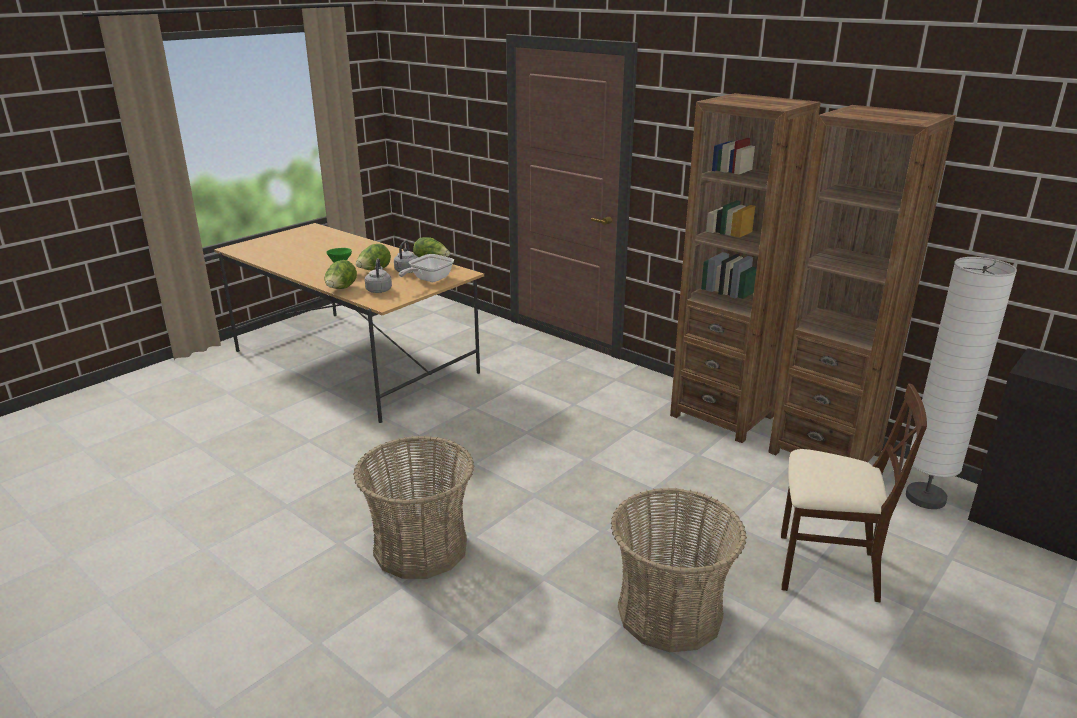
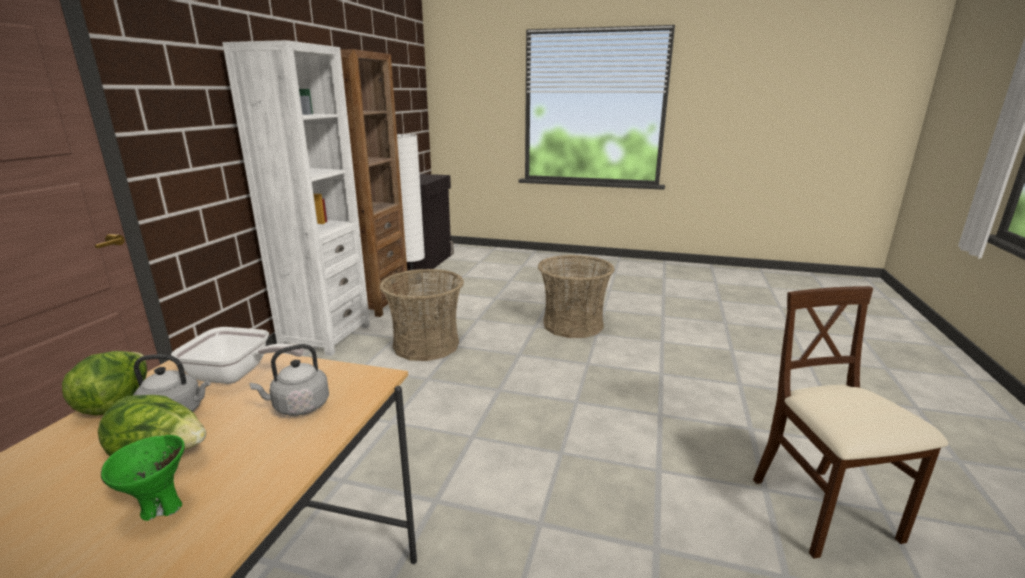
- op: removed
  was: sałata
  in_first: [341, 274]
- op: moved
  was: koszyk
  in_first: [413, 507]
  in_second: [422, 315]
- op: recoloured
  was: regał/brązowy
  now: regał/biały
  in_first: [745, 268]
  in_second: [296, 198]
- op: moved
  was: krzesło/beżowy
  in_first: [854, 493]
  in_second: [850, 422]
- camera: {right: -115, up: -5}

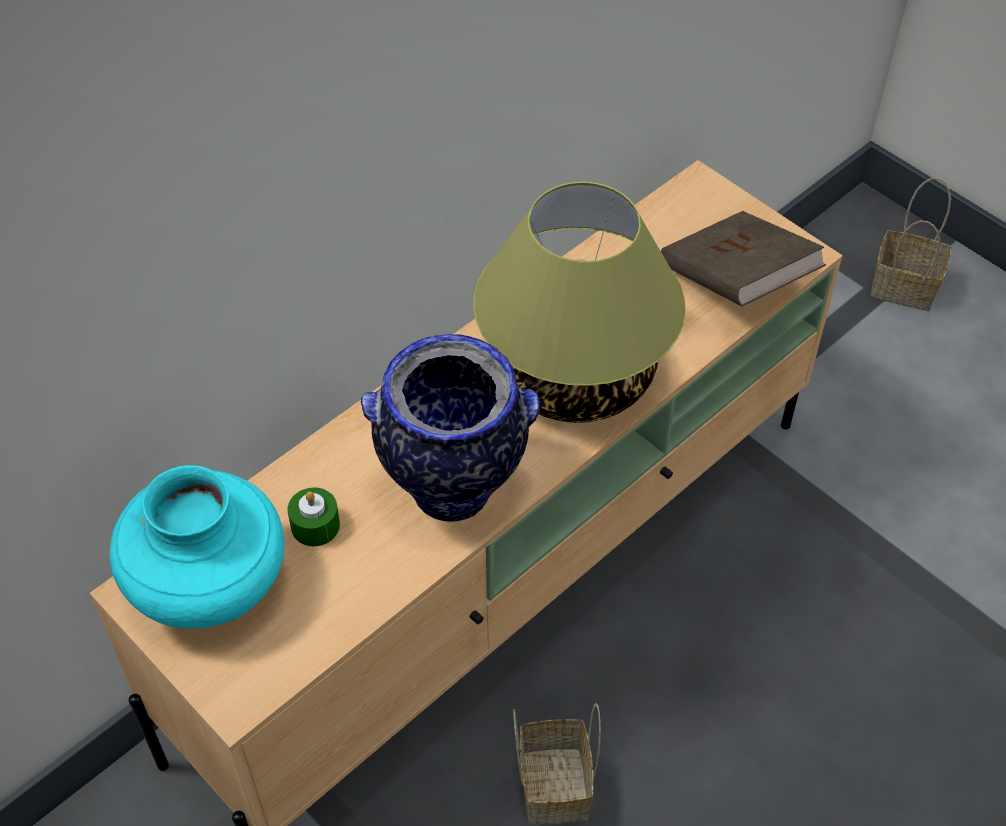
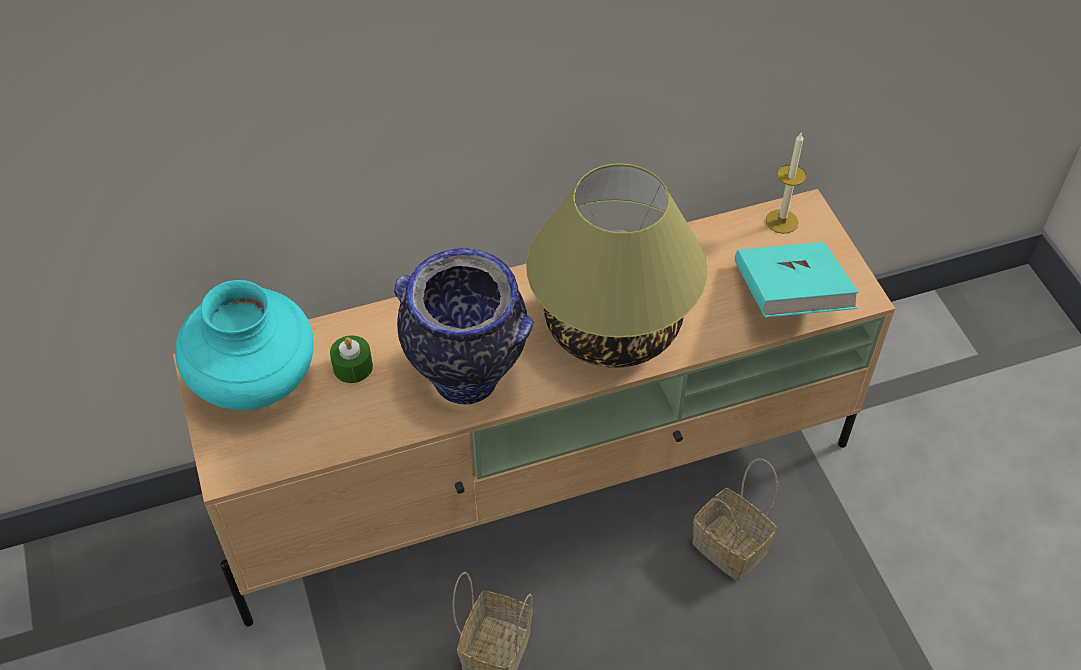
- op: recoloured
  was: książka/brązowy
  now: książka/turkusowy
  in_first: [743, 258]
  in_second: [797, 280]
- op: moved
  was: koszyk
  in_first: [911, 244]
  in_second: [735, 520]
- op: added
  now: świeca
  in_second: [786, 183]
- camera: {right: 25, up: 0}

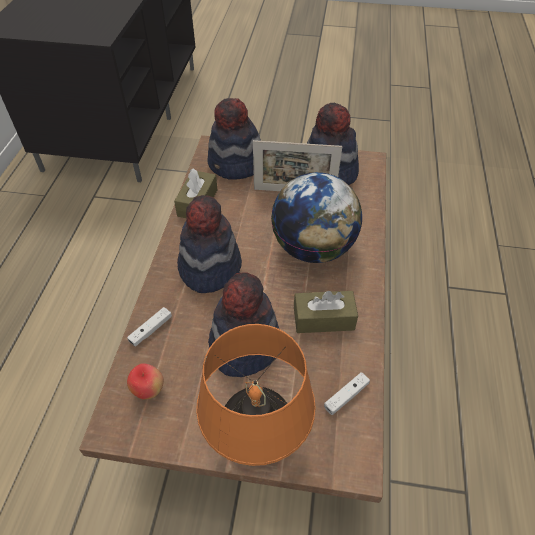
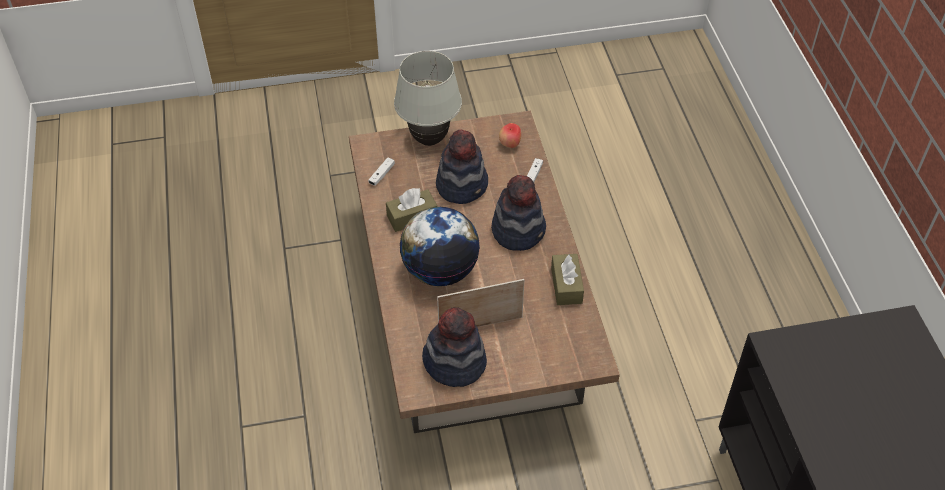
- op: recoloured
  was: lampa stołowa/pomarańczowy
  now: lampa stołowa/biały
  in_first: [256, 395]
  in_second: [428, 98]
- op: removed
  was: kapelusz
  in_first: [234, 139]
- camera: {right: 160, up: 0}

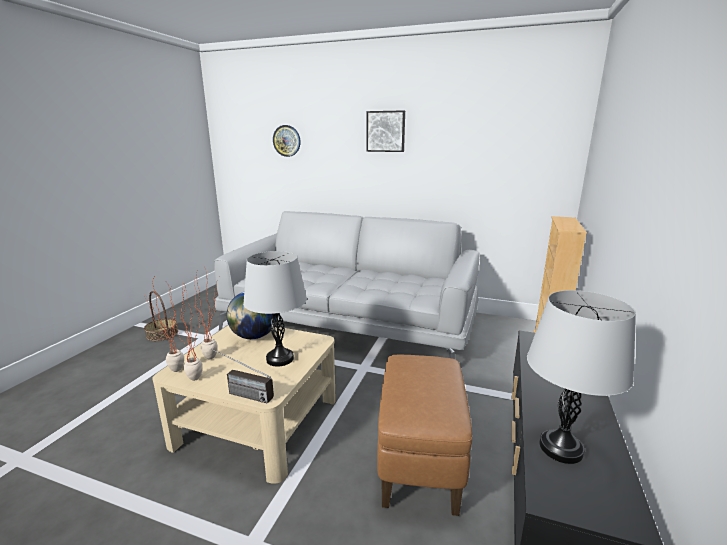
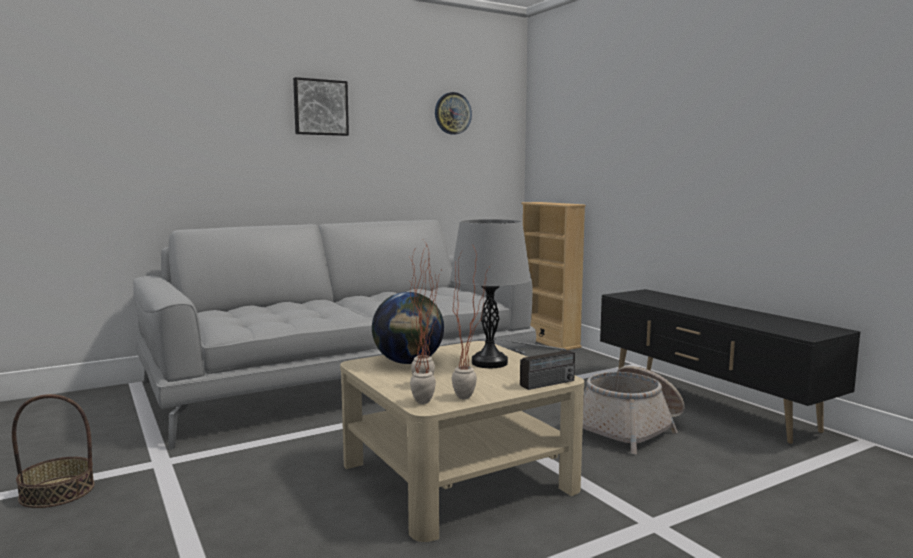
- op: moved
  was: zegar ścienny
  in_first: [286, 141]
  in_second: [453, 113]
- op: replaced
  was: pufa/brązowy
  now: koszyk
  in_first: [424, 435]
  in_second: [633, 410]
- op: removed
  was: lampa stołowa/szary
  in_first: [581, 377]
- camera: {right: -50, up: -10}

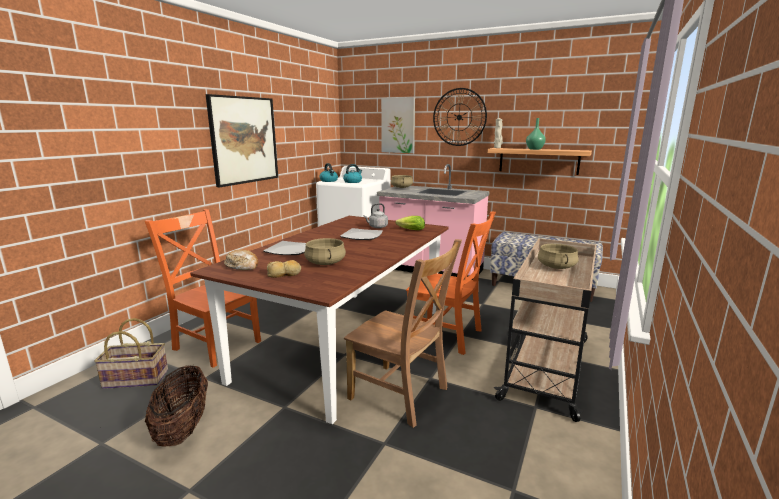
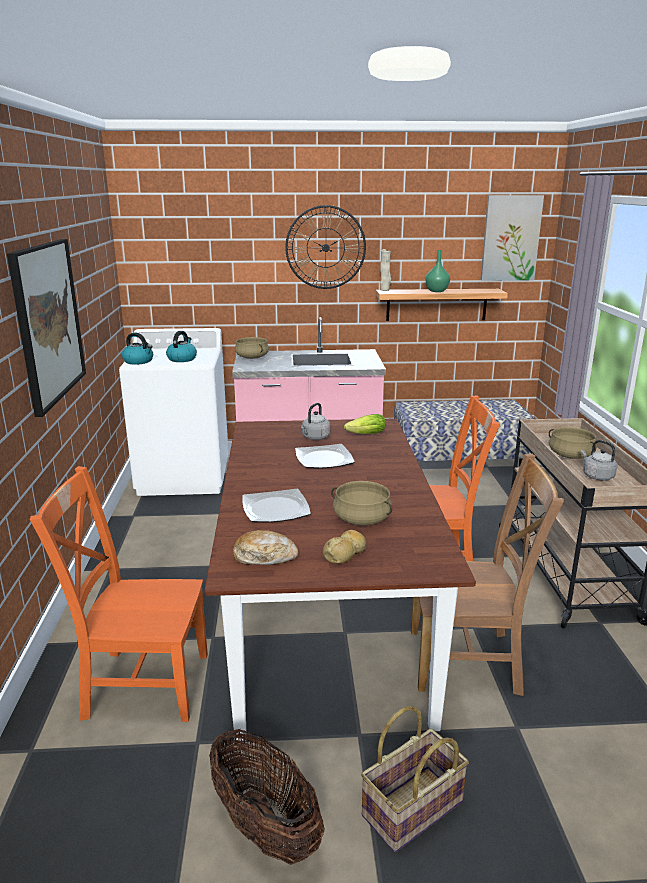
- op: moved
  was: koszyk
  in_first: [131, 353]
  in_second: [415, 779]
- op: moved
  was: obraz
  in_first: [398, 125]
  in_second: [512, 238]
- op: added
  now: czajnik/szary
  in_second: [599, 460]
- camera: {right: -30, up: 5}

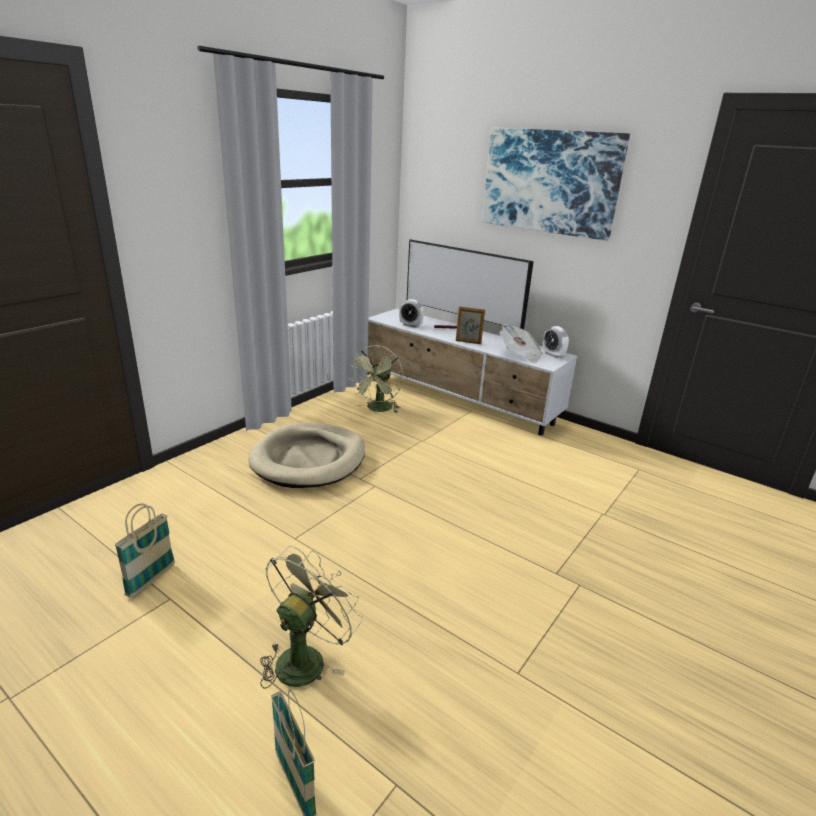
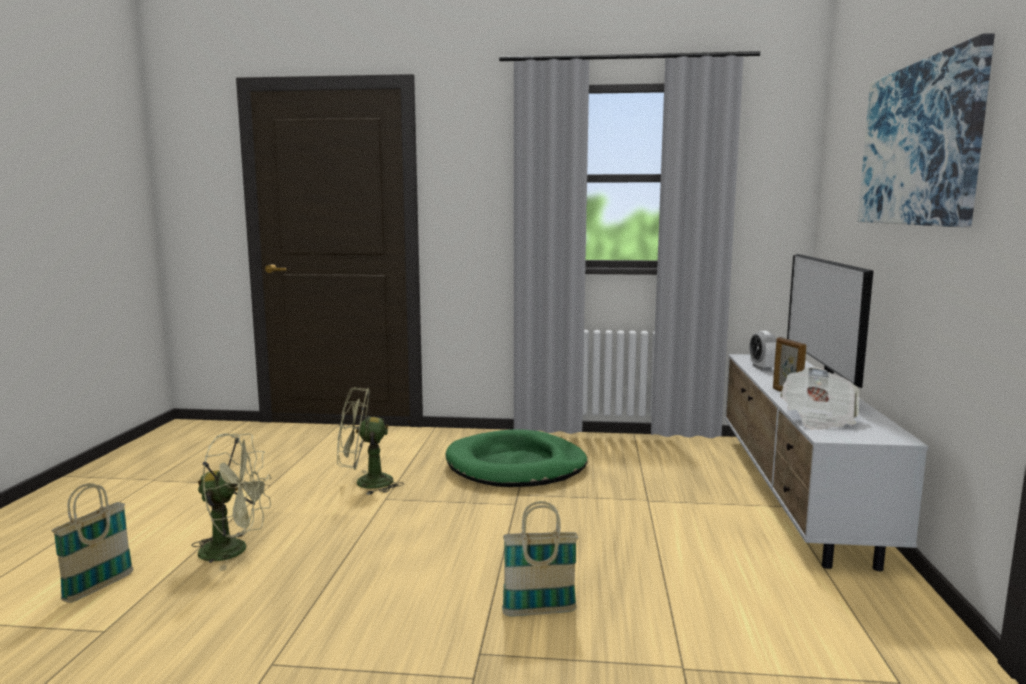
- op: moved
  was: koszyk
  in_first: [145, 550]
  in_second: [540, 558]
- op: recoloured
  was: legowisko/beżowy
  now: legowisko/zielony
  in_first: [306, 455]
  in_second: [516, 458]
- op: moved
  was: wentylator/zielony
  in_first: [376, 379]
  in_second: [370, 441]
- op: removed
  was: budzik
  in_first: [555, 342]
- camera: {right: 60, up: -15}

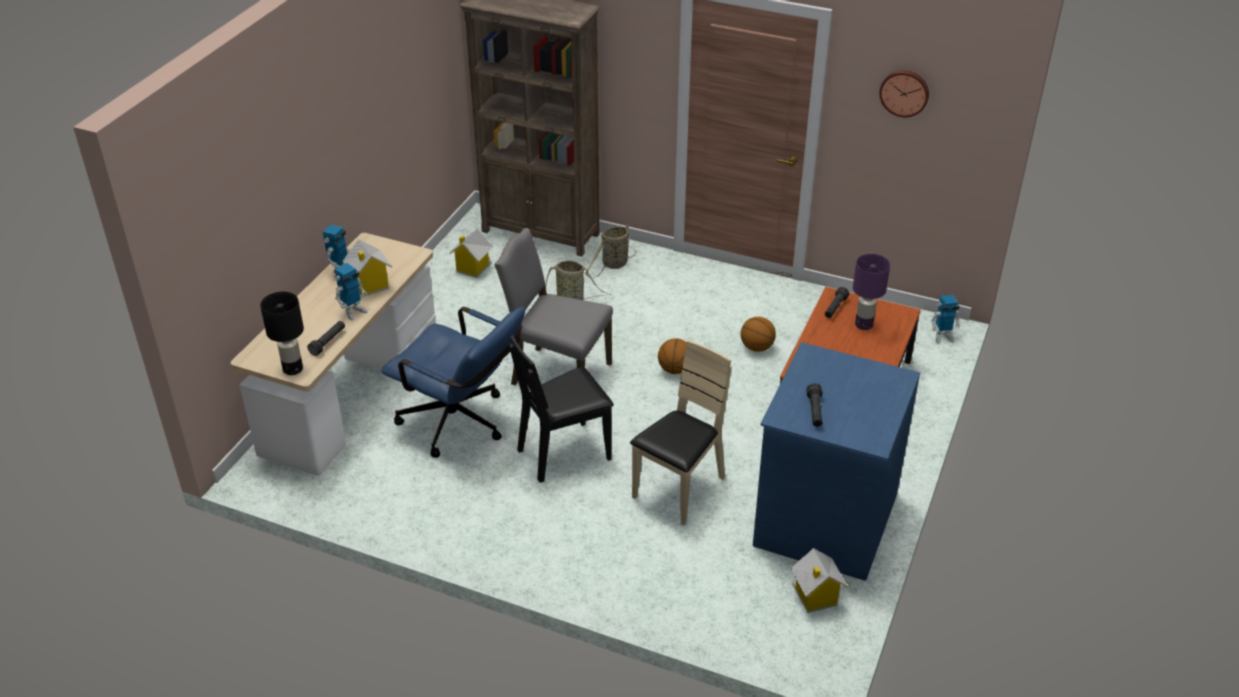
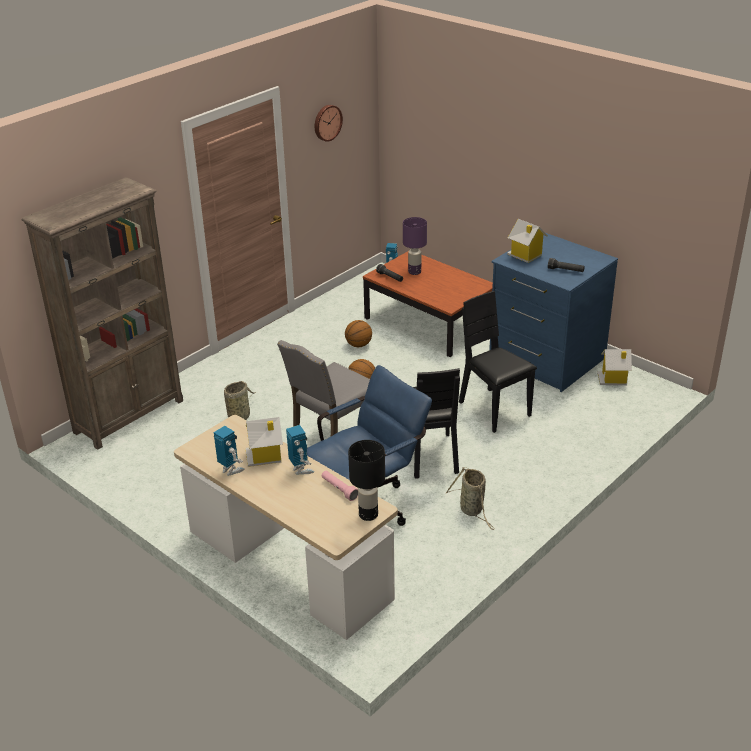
- op: recoloured
  was: latarka/czarny
  now: latarka/różowy
  in_first: [326, 338]
  in_second: [340, 486]
- op: moved
  was: domek
  in_first: [471, 253]
  in_second: [527, 241]
- op: moved
  was: koszyk
  in_first: [610, 251]
  in_second: [470, 498]
- op: recoloured
  was: krzesło/beżowy
  now: krzesło/czarny
  in_first: [681, 433]
  in_second: [498, 362]
- camera: {right: -70, up: -5}

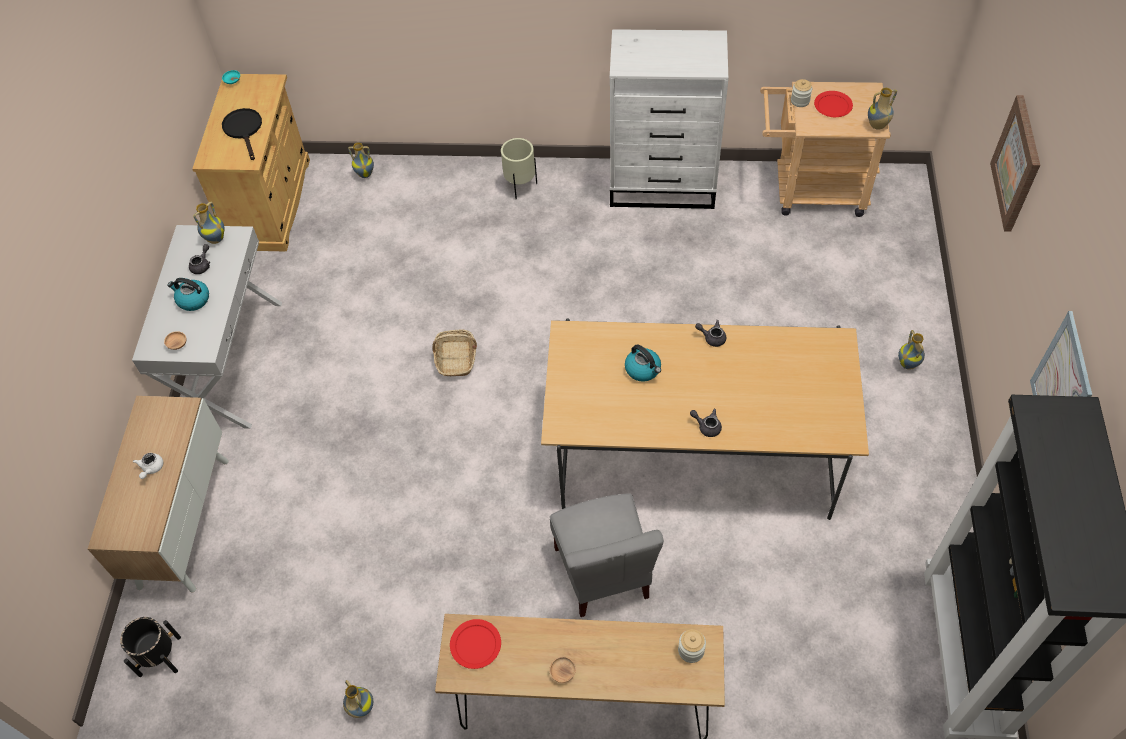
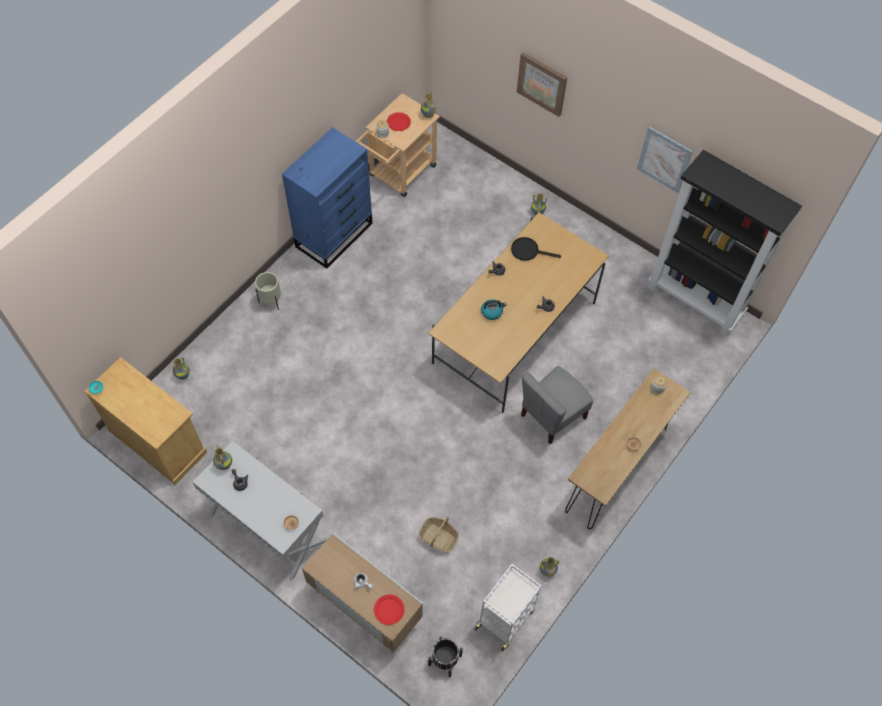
- op: removed
  was: czajnik
  in_first: [188, 294]
- op: moved
  was: patelnia/czarny
  in_first: [242, 134]
  in_second: [536, 249]
- op: moved
  was: koszyk
  in_first: [455, 353]
  in_second: [438, 535]
- op: moved
  was: talerz/czerwony
  in_first: [475, 644]
  in_second: [389, 609]
- op: turned
  was: krzesło/szary
  in_first: [607, 555]
  in_second: [557, 405]
  clockwise: 120
- op: recoloured
  was: komoda/biały
  now: komoda/niebieski
  in_first: [669, 119]
  in_second: [327, 198]
- op: added
  now: wózek/biały
  in_second: [507, 607]
- camera: {right: -60, up: 5}

